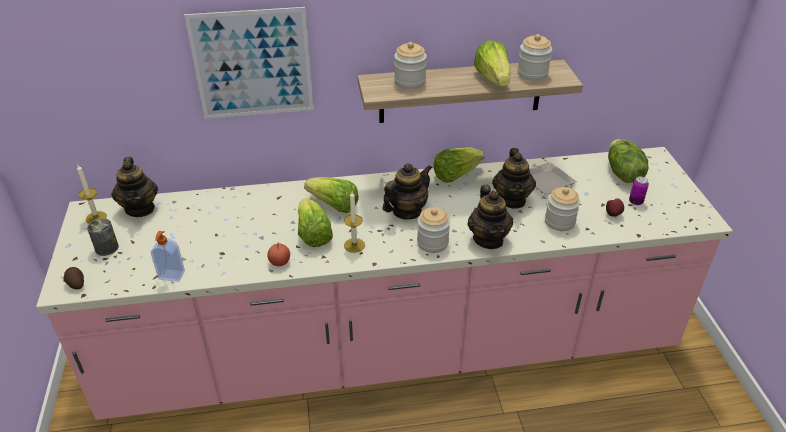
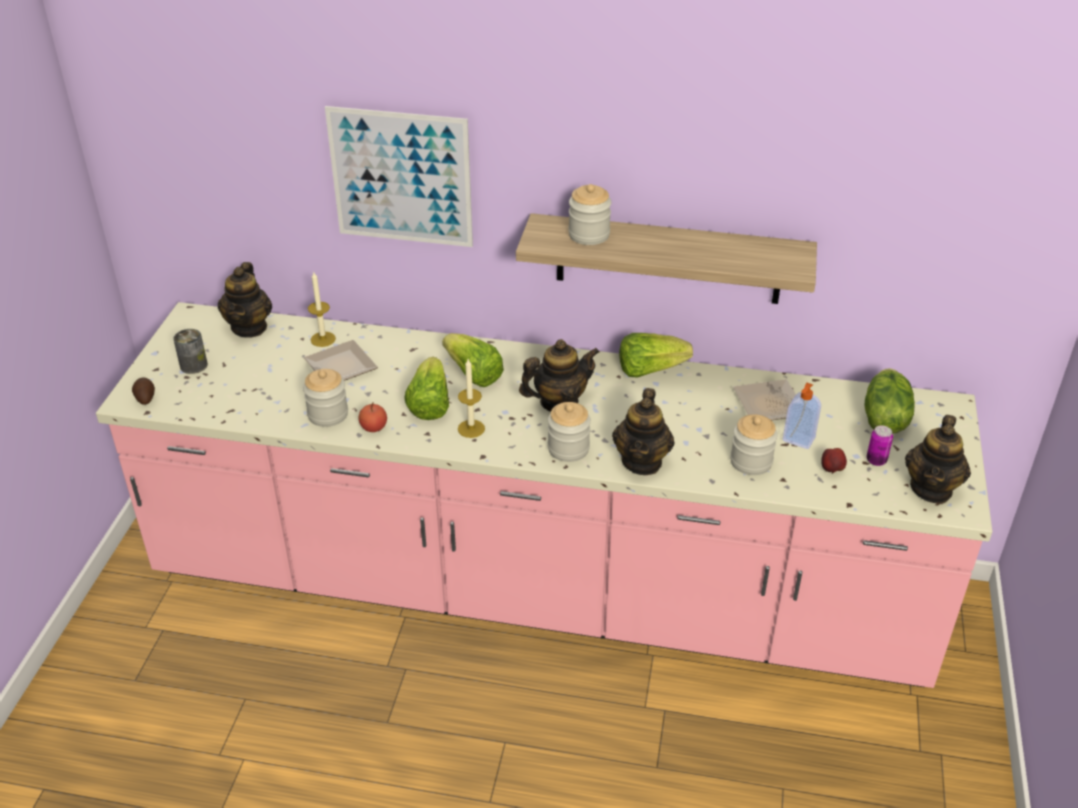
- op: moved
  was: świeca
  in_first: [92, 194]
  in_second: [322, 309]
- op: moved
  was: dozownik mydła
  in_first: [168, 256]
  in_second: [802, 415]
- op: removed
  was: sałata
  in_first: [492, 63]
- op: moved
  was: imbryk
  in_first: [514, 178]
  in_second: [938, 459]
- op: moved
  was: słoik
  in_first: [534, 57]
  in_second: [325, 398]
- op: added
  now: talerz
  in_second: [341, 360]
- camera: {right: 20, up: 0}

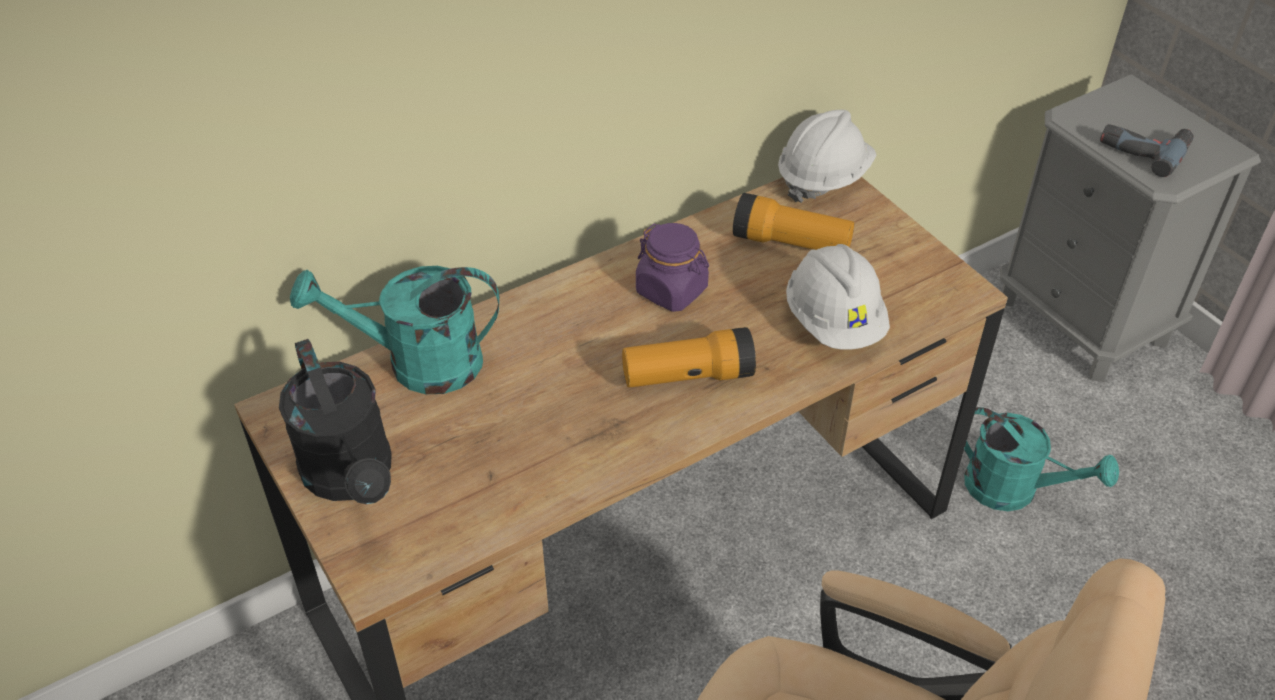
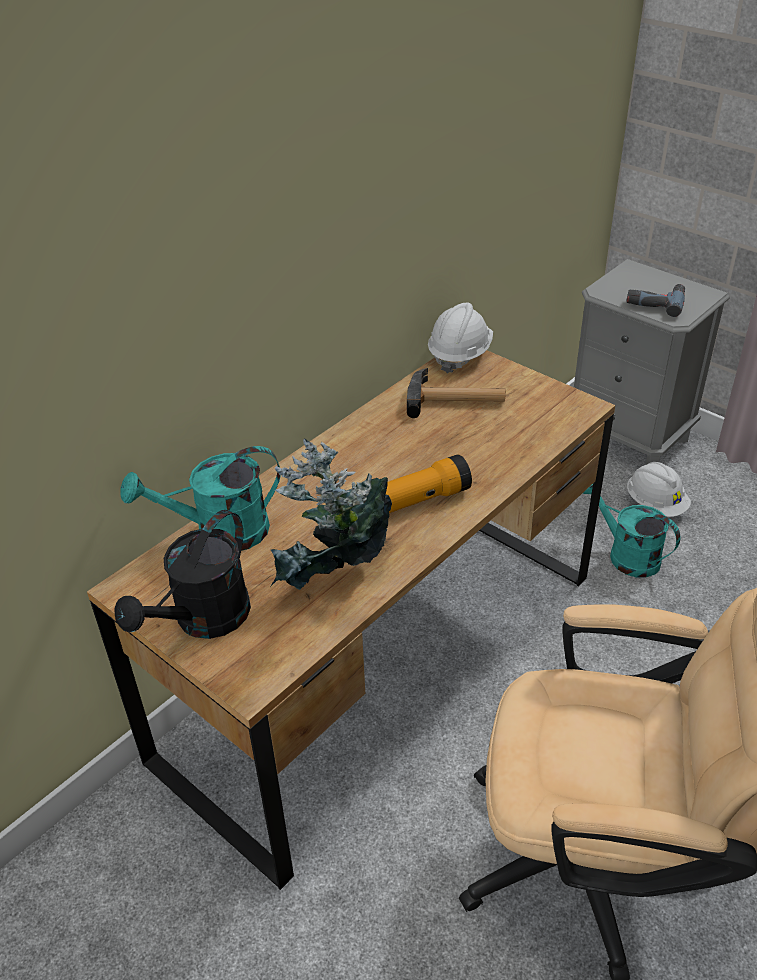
- op: turned
  was: konewka/czarny
  in_first: [335, 421]
  in_second: [182, 574]
  clockwise: 75
- op: removed
  was: słoik/fioletowy
  in_first: [672, 267]
- op: replaced
  was: latarka
  now: młotek
  in_first: [793, 221]
  in_second: [456, 393]
- op: moved
  was: kask/biały
  in_first: [838, 297]
  in_second: [659, 489]
- op: turned
  was: konewka/turkusowy
  in_first: [1041, 459]
  in_second: [631, 531]
  clockwise: -150
- op: added
  now: roślina doniczkowa
  in_second: [331, 514]
- camera: {right: -15, up: -5}

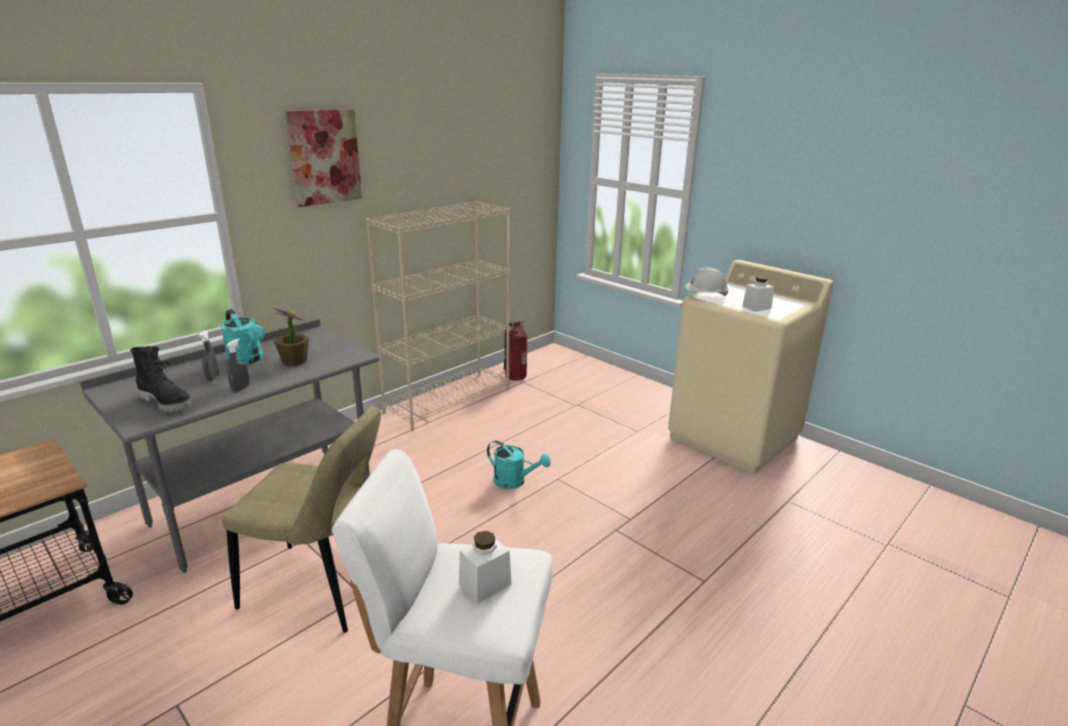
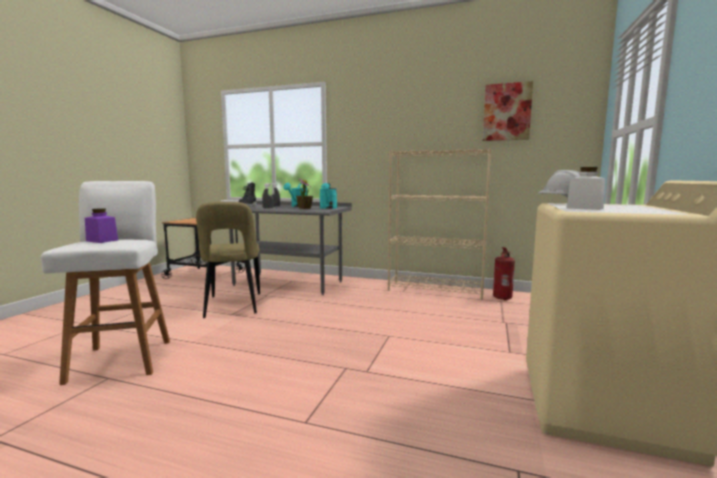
- op: moved
  was: obraz
  in_first: [323, 158]
  in_second: [508, 111]
- op: recoloured
  was: słoik/biały
  now: słoik/fioletowy
  in_first: [485, 567]
  in_second: [101, 225]
- op: moved
  was: konewka/turkusowy
  in_first: [519, 465]
  in_second: [328, 196]
- camera: {right: 65, up: -15}

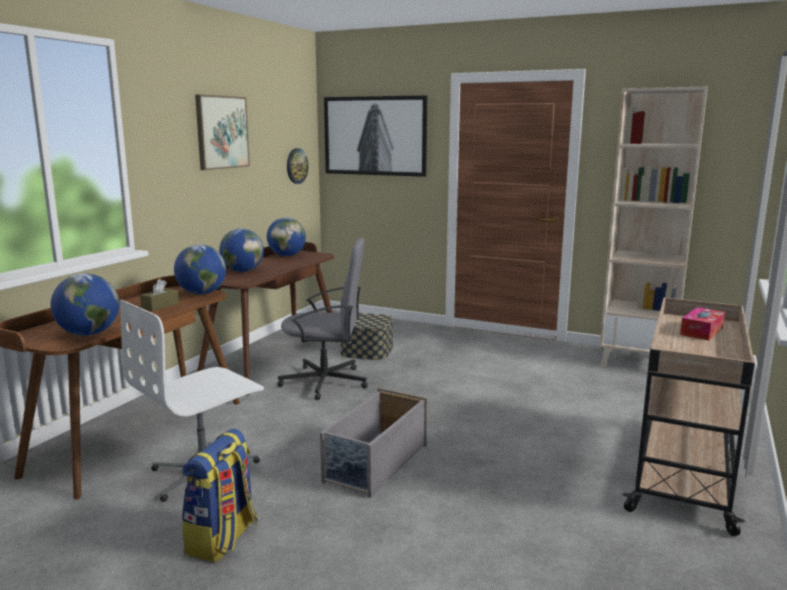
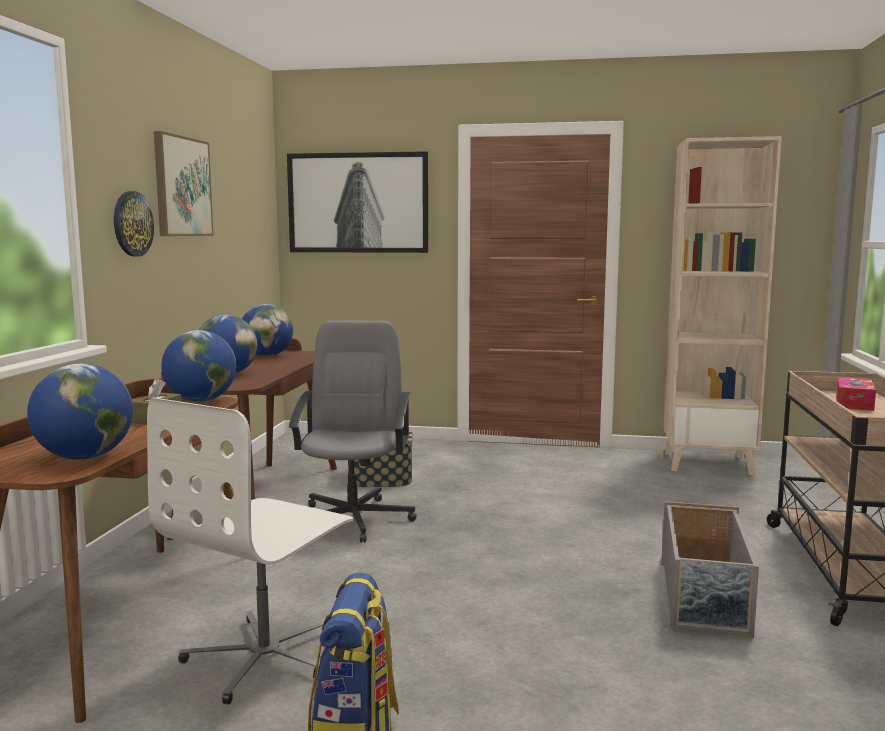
- op: turned
  was: krzesło biurowe/szary
  in_first: [322, 319]
  in_second: [353, 431]
  clockwise: -75
- op: moved
  was: zegar ścienny
  in_first: [297, 166]
  in_second: [134, 224]
- op: moved
  was: pojemnik do przechowywania/szary
  in_first: [373, 443]
  in_second: [710, 570]
- camera: {right: -15, up: -5}

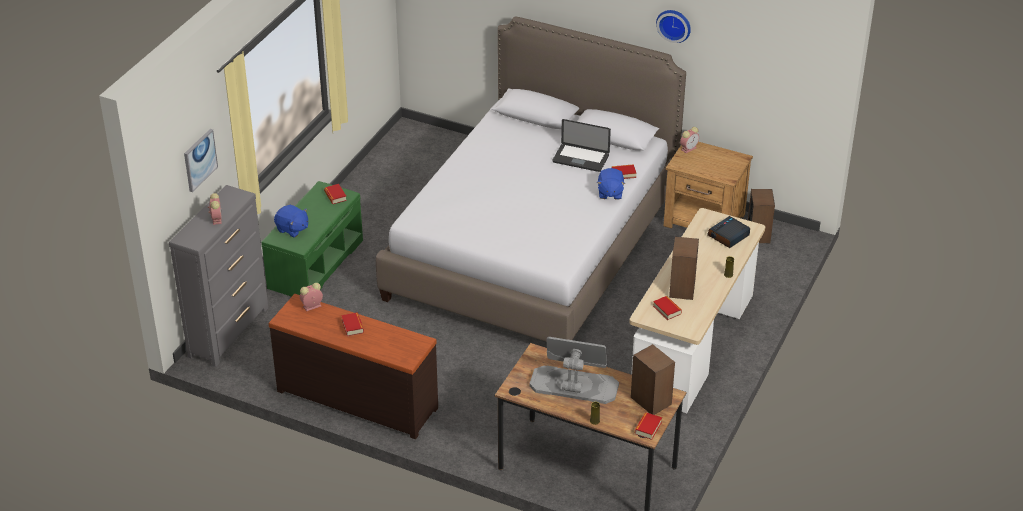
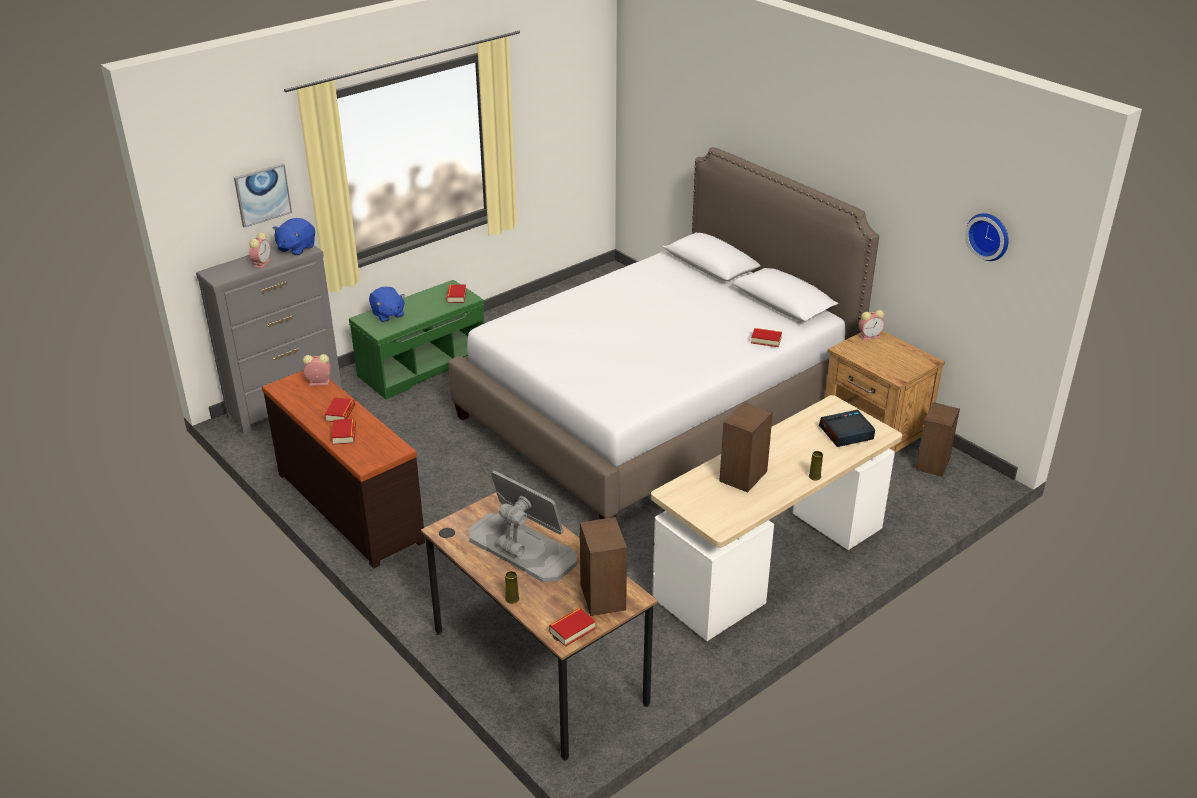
- op: removed
  was: laptop
  in_first: [581, 145]
- op: moved
  was: pluszak/niebieski
  in_first: [611, 184]
  in_second: [293, 237]
- op: moved
  was: książka
  in_first: [667, 308]
  in_second: [344, 431]
- op: moved
  was: zegar ścienny
  in_first: [673, 26]
  in_second: [987, 237]
- camera: {right: 25, up: -5}

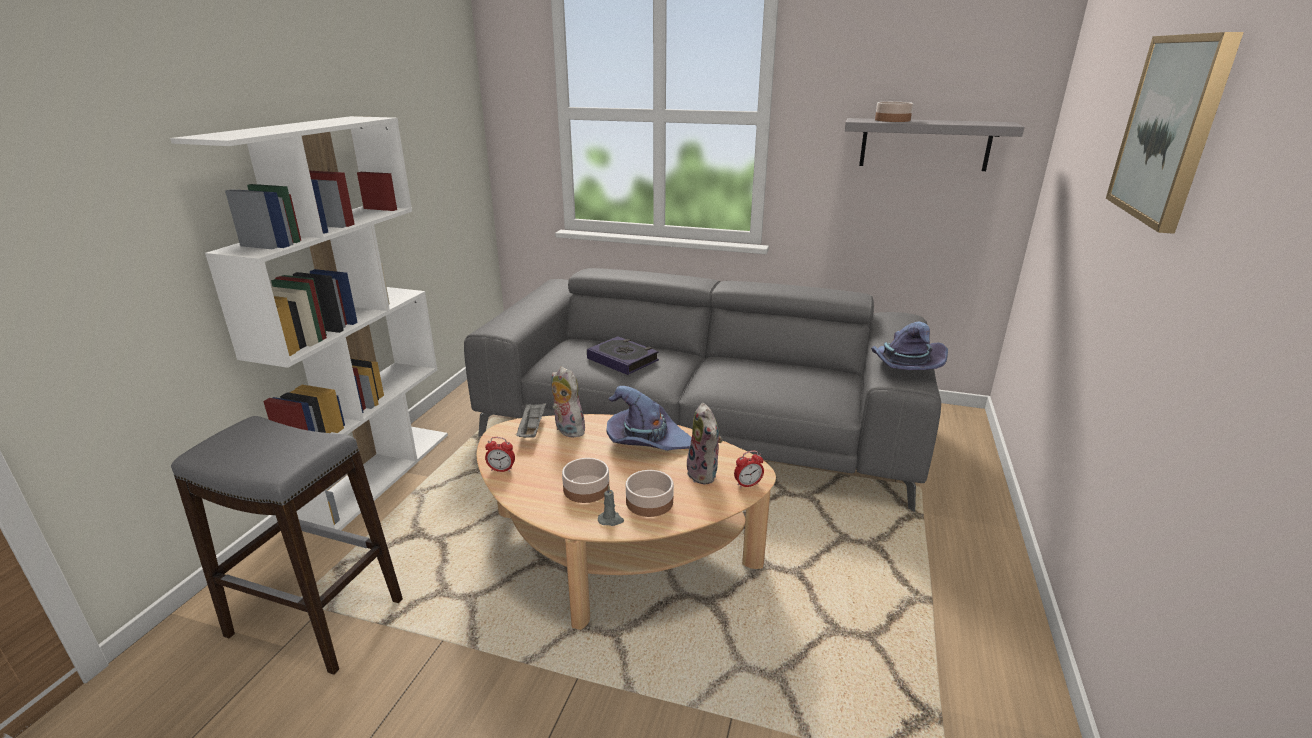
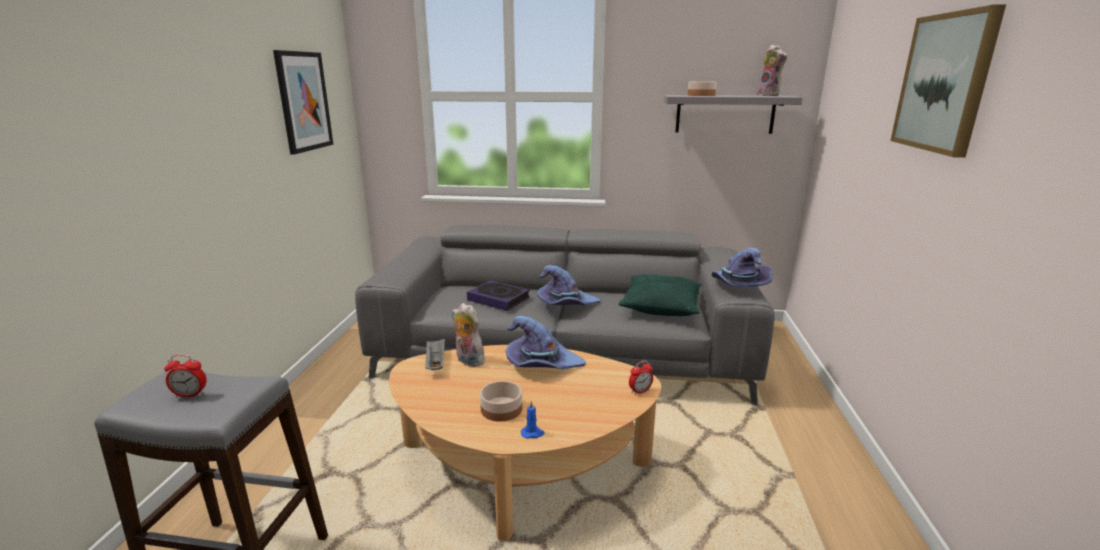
- op: removed
  was: regał/biały
  in_first: [309, 323]
- op: moved
  was: budzik
  in_first: [500, 454]
  in_second: [185, 376]
- op: recoloured
  was: świeca/szary
  now: świeca/niebieski
  in_first: [611, 505]
  in_second: [533, 420]
- op: removed
  was: miska
  in_first: [650, 493]
- op: moved
  was: pluszak
  in_first: [705, 443]
  in_second: [772, 70]
- op: added
  now: obraz
  in_second: [303, 102]
- op: added
  now: kapelusz/fioletowy
  in_second: [568, 285]
- op: added
  now: poduszka/zielony
  in_second: [660, 295]
- camera: {right: -10, up: -5}

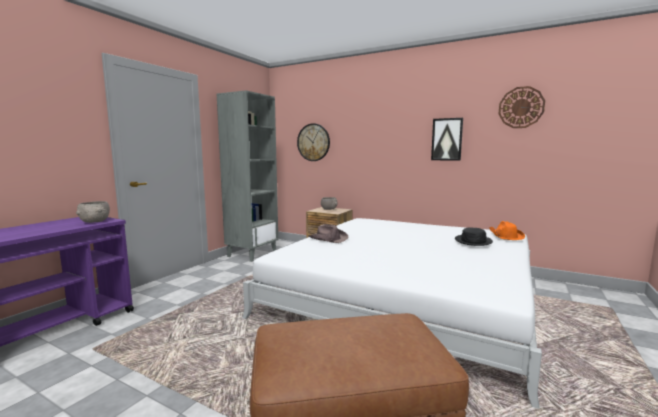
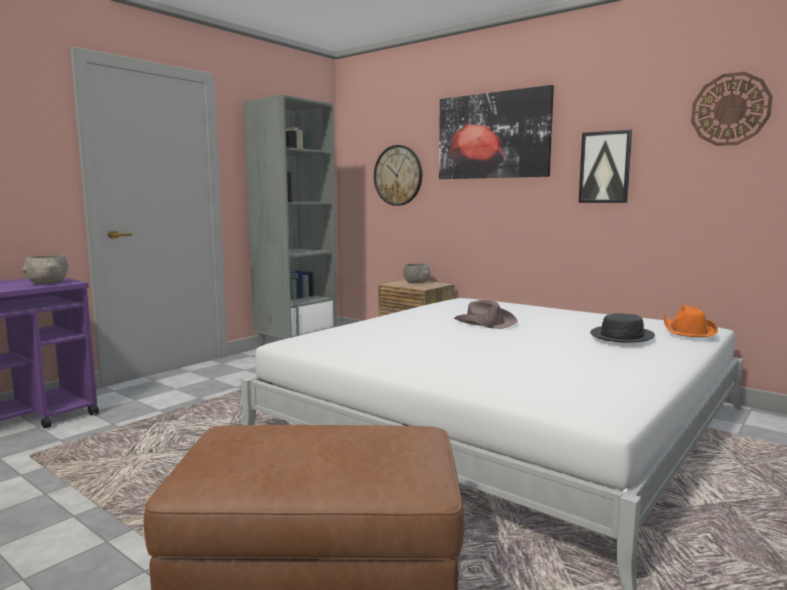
- op: moved
  was: kapelusz/brązowy
  in_first: [329, 233]
  in_second: [486, 314]
- op: added
  now: obraz
  in_second: [496, 132]
- camera: {right: 10, up: 0}

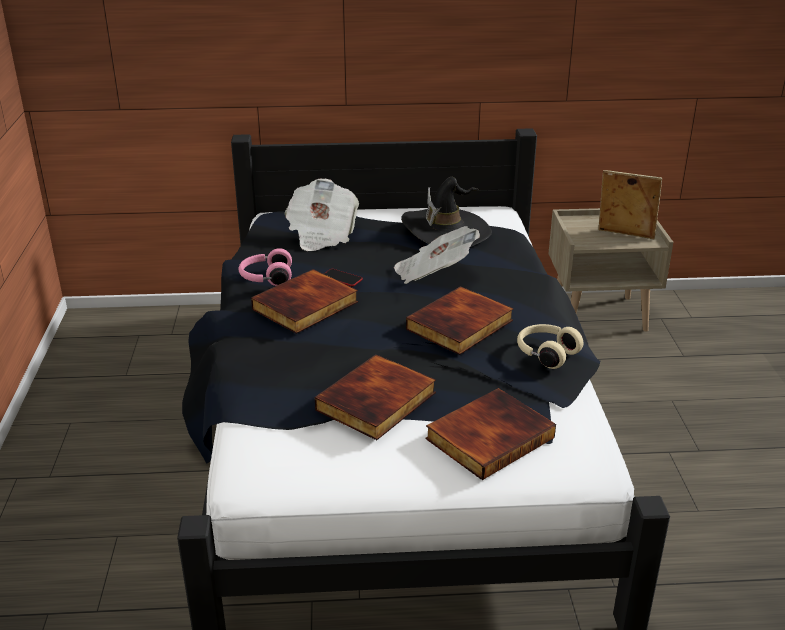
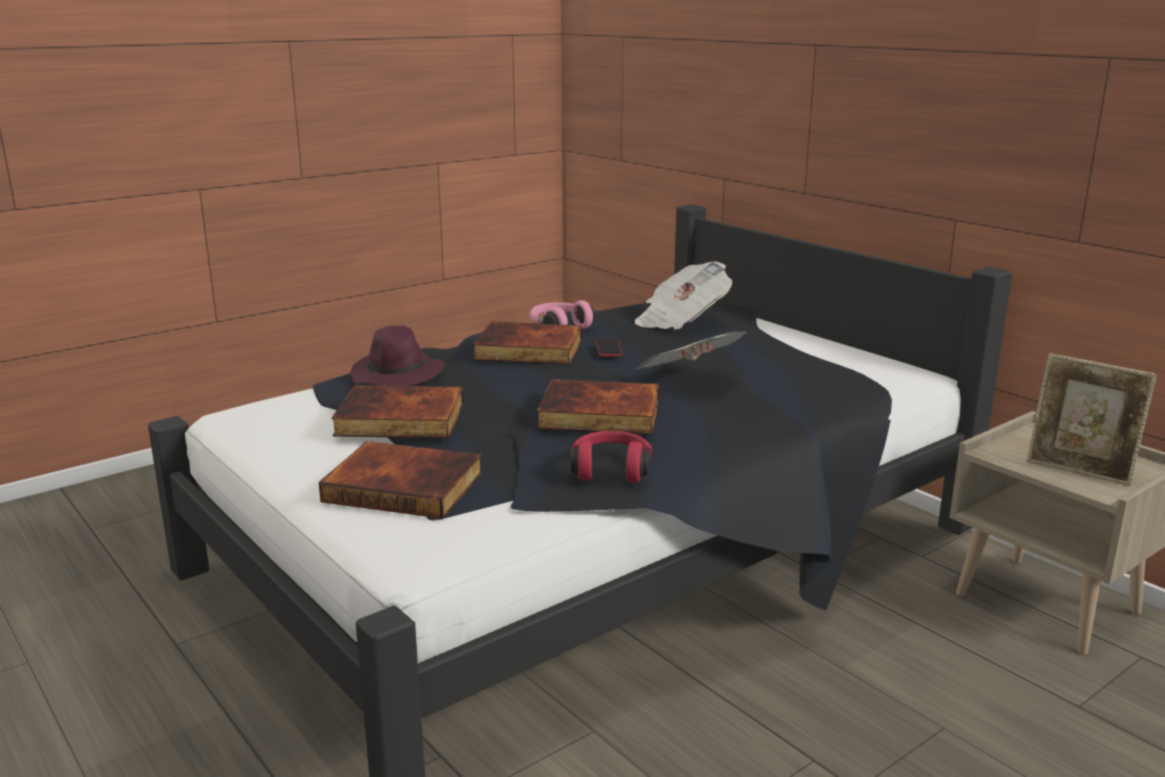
- op: removed
  was: kapelusz/czarny
  in_first: [446, 212]
- op: recoloured
  was: słuchawki/beżowy
  now: słuchawki/czerwony
  in_first: [550, 346]
  in_second: [611, 457]
- op: turned
  was: ramka na zdjęcie
  in_first: [630, 204]
  in_second: [1092, 419]
  clockwise: 135
- op: added
  now: kapelusz/fioletowy
  in_second: [397, 355]
- camera: {right: 55, up: -10}

